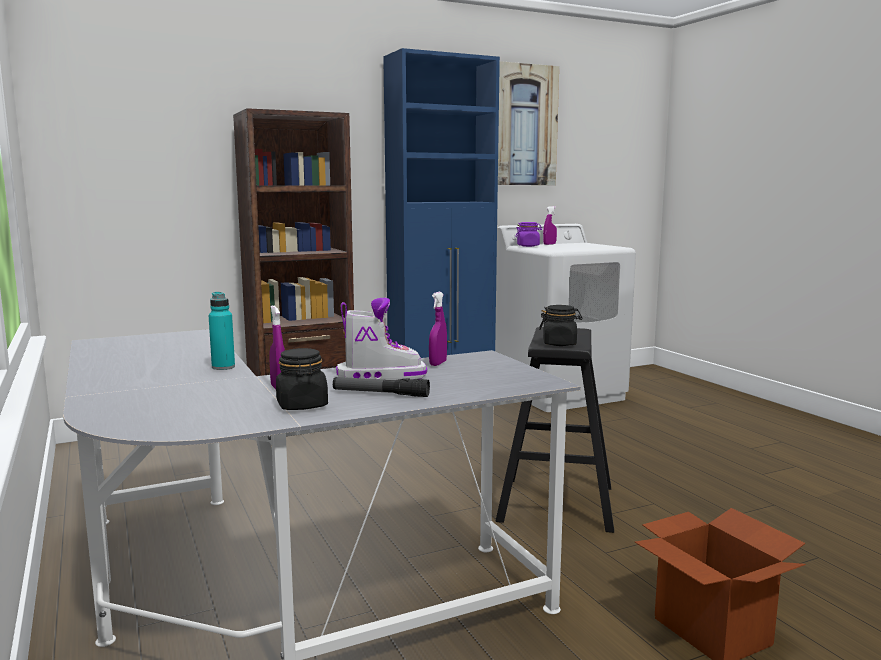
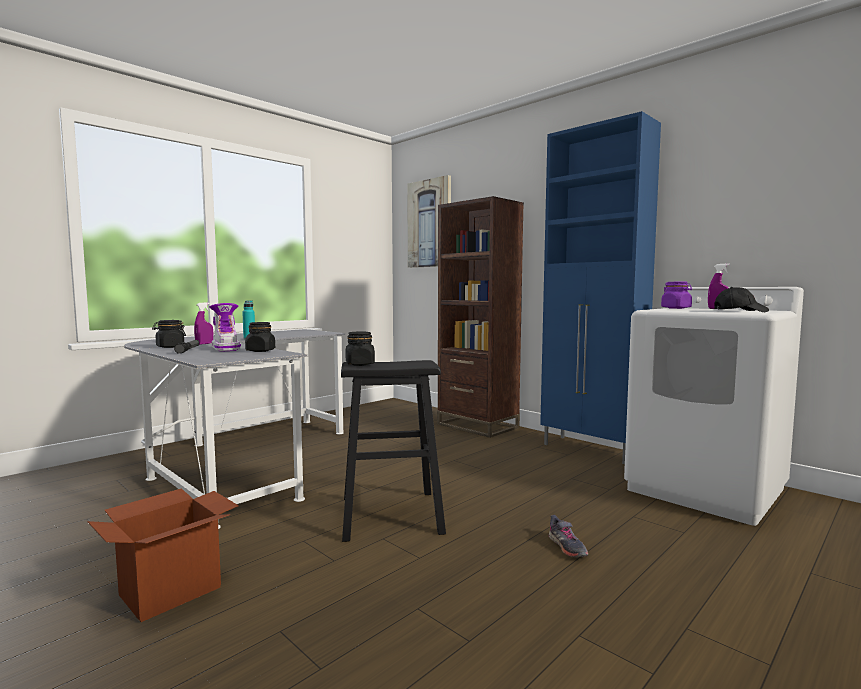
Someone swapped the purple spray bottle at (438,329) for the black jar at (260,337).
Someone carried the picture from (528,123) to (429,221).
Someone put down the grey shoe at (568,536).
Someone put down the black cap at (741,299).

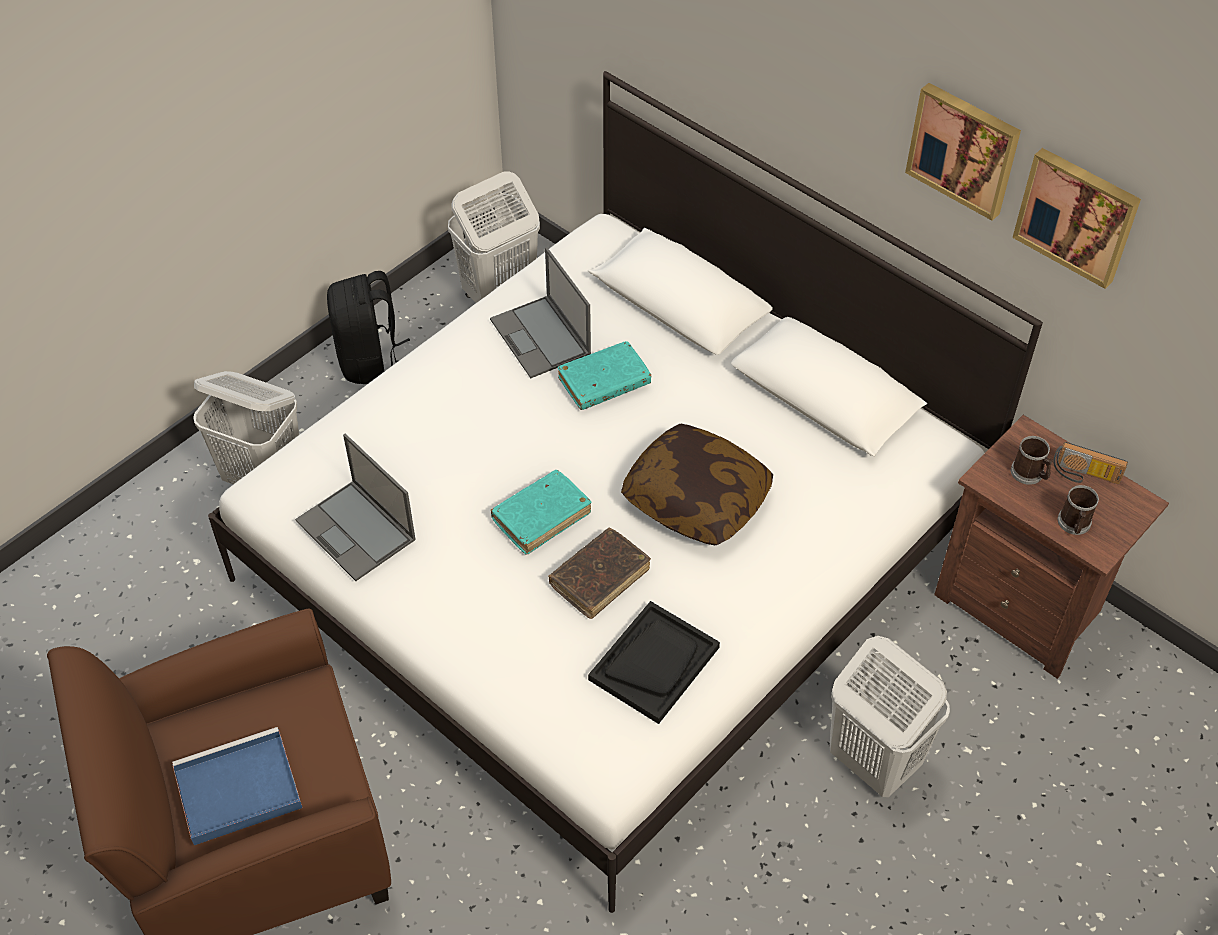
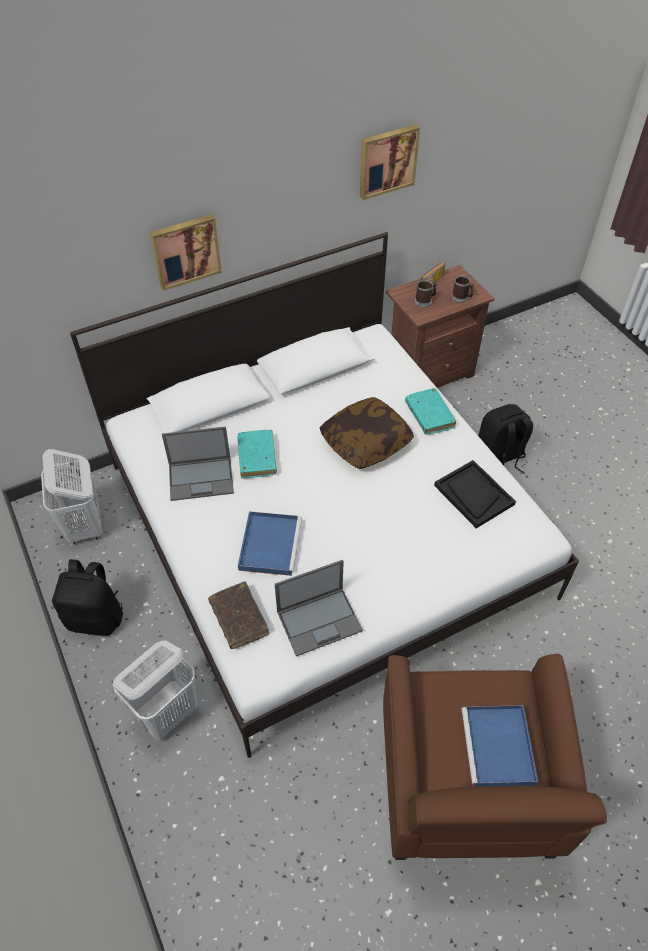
Someone carried the picture from (963,152) to (186,253).
Someone carried the brown book from (599,573) to (238,615).
Someone put down the blue tray at (270,543).
Someone carried the turquoise book from (541,512) to (430,411).
Someone swapped the white laundry basket at (889,716) for the black backpack at (505,439).

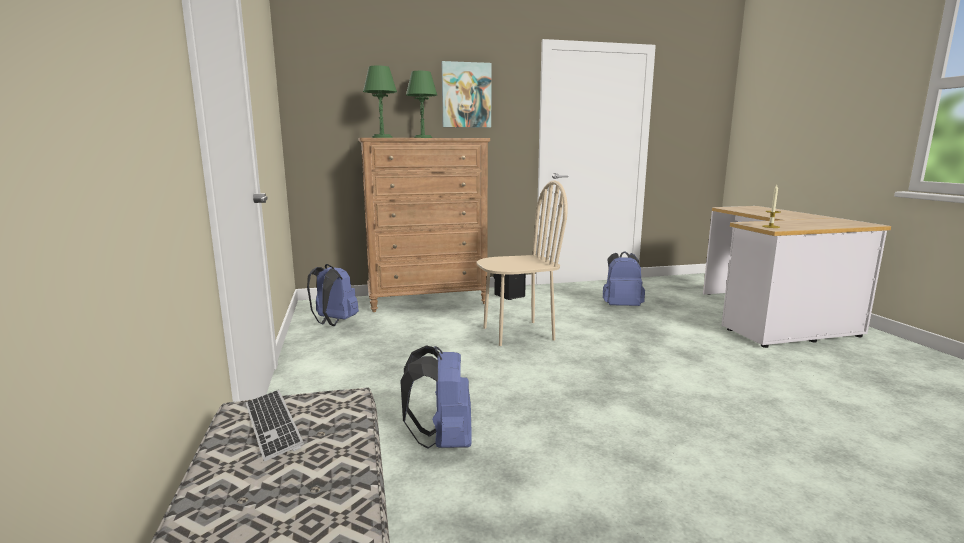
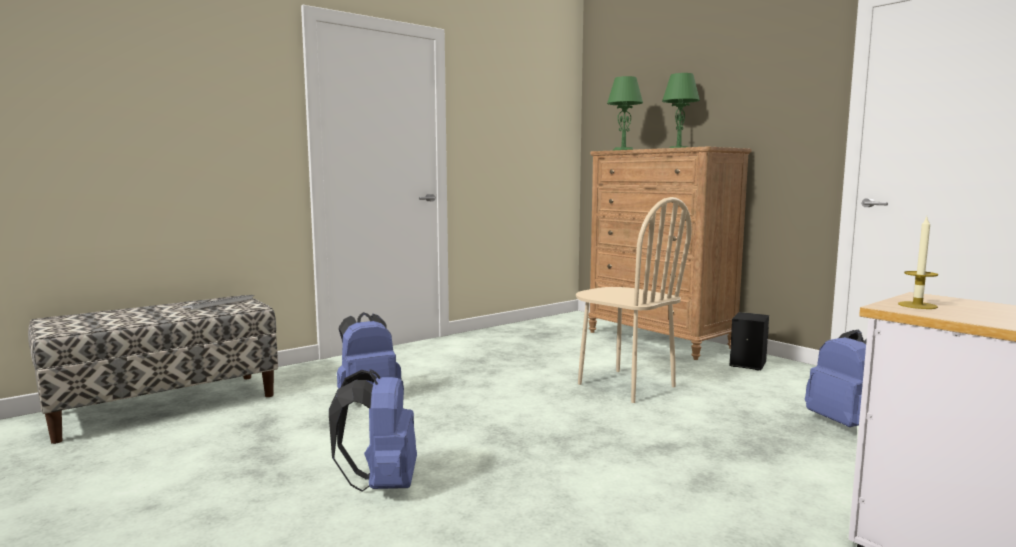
Someone carried the blue backpack from (333,295) to (373,430).
Someone took away the picture at (467,94).

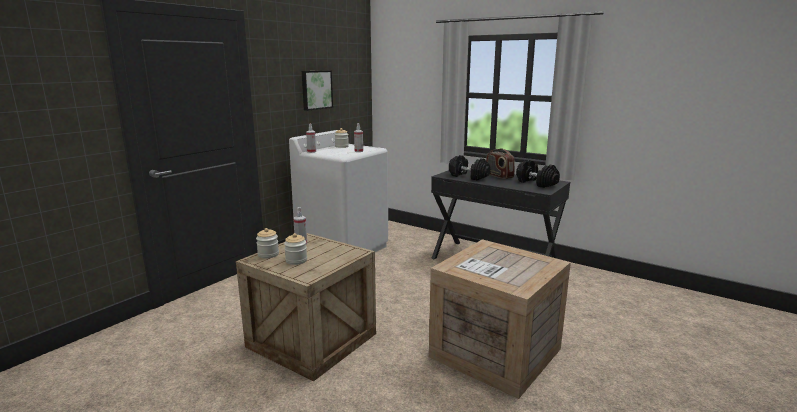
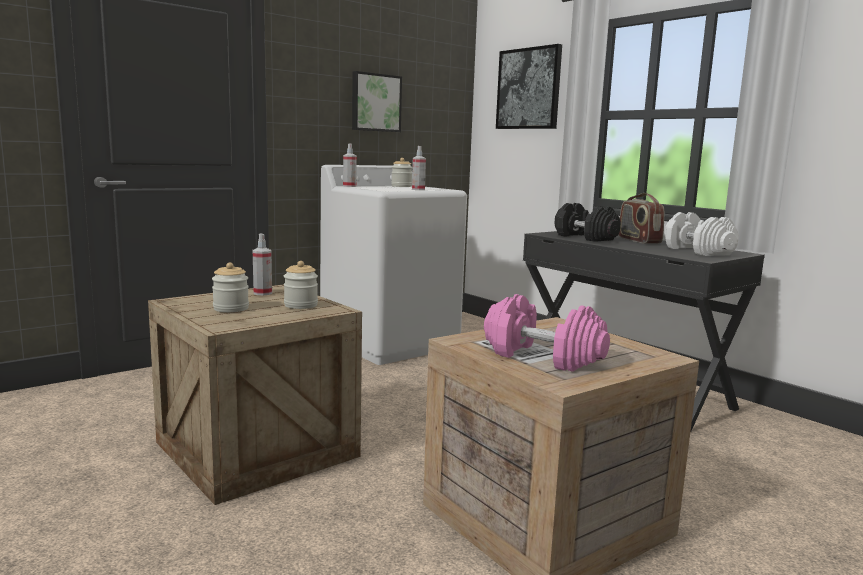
Someone carried the jar from (267,243) to (301,285).
Someone put down the pink dumbbell at (547,333).
Someone put up the picture at (529,86).
Someone repainted the black dumbbell at (538,174), which became the white dumbbell at (702,234).

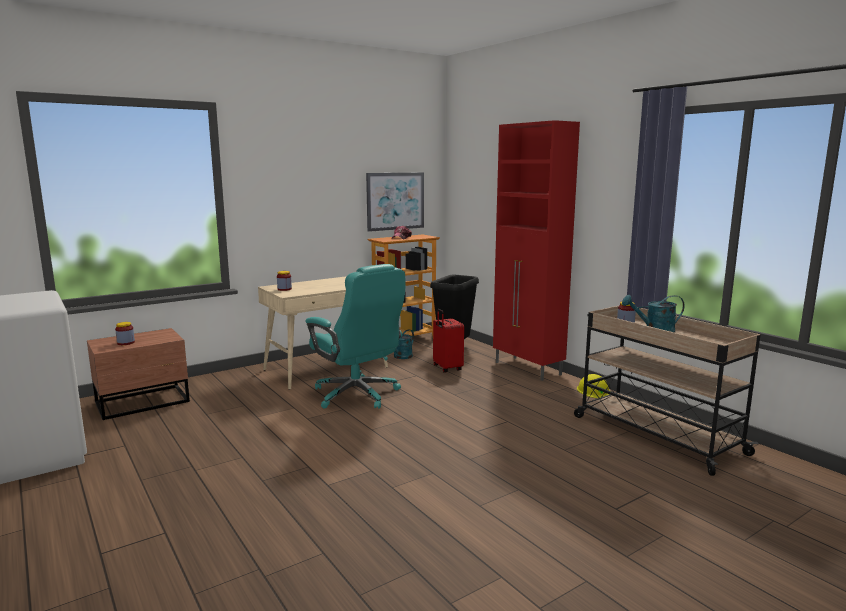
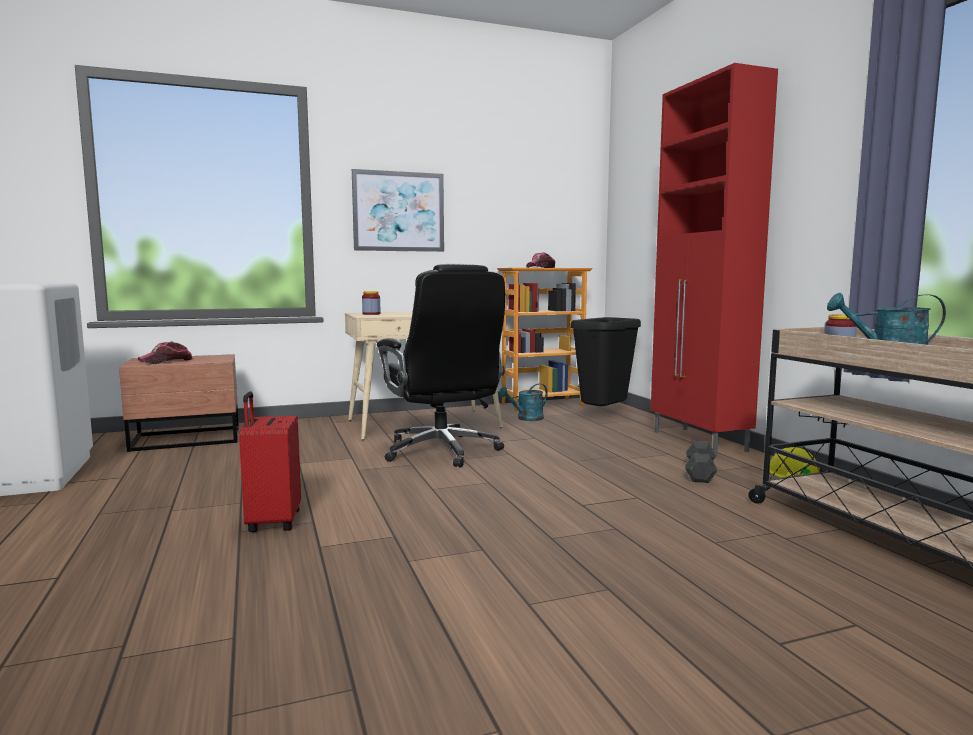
Someone swapped the jar at (125,333) for the cap at (165,352).
Someone carried the red suitcase from (448,341) to (270,461).
Someone carried the picture from (395,202) to (398,210).
Someone repainted the turquoise office chair at (355,336), which became the black office chair at (441,366).
Someone put down the grey dumbbell at (701,462).

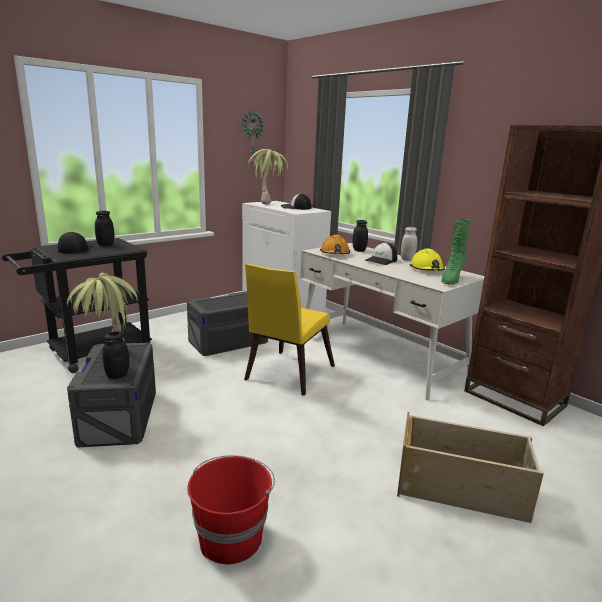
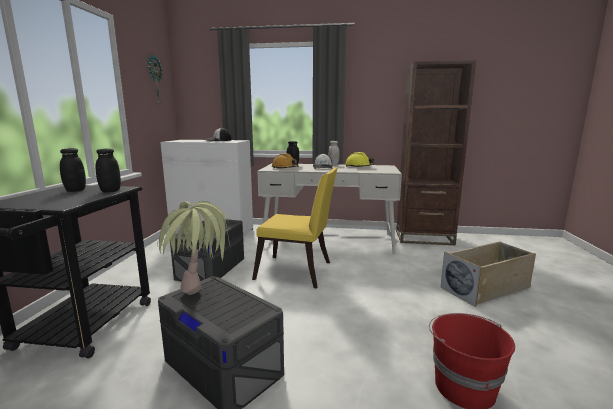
Someone carried the black jar from (115,355) to (108,171).
Someone rotated the yellow chair at (289,330) by 60 degrees counterclockwise.
Someone took away the cap at (75,243).
Someone took away the potted plant at (268,177).
Someone took away the green boot at (456,251).

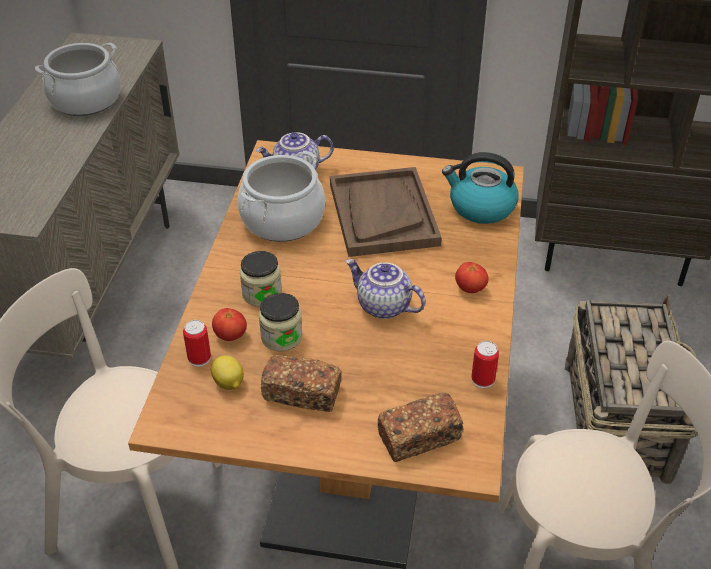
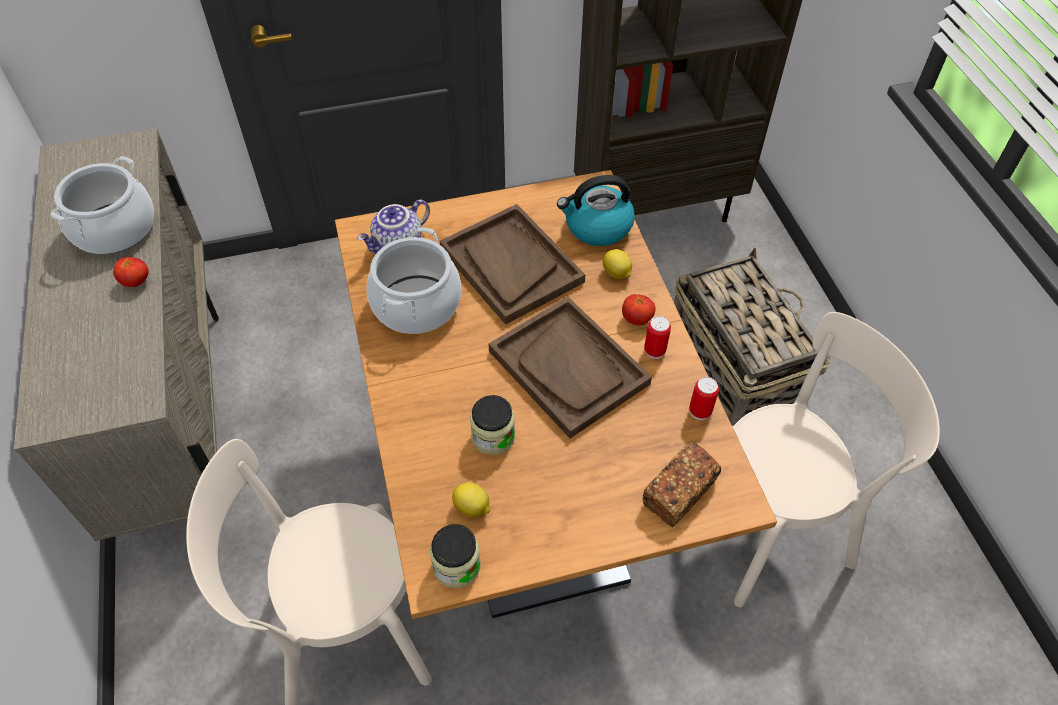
Someone carried the tomato from (229,324) to (131,272).
Someone carried the jar from (261,279) to (455,556).
Someone swapped the teapot at (386,289) for the brown tray at (570,367).
Someone put down the lemon at (617,264).
Someone carried the can from (197,343) to (657,337).
Someone took away the bread at (301,383).

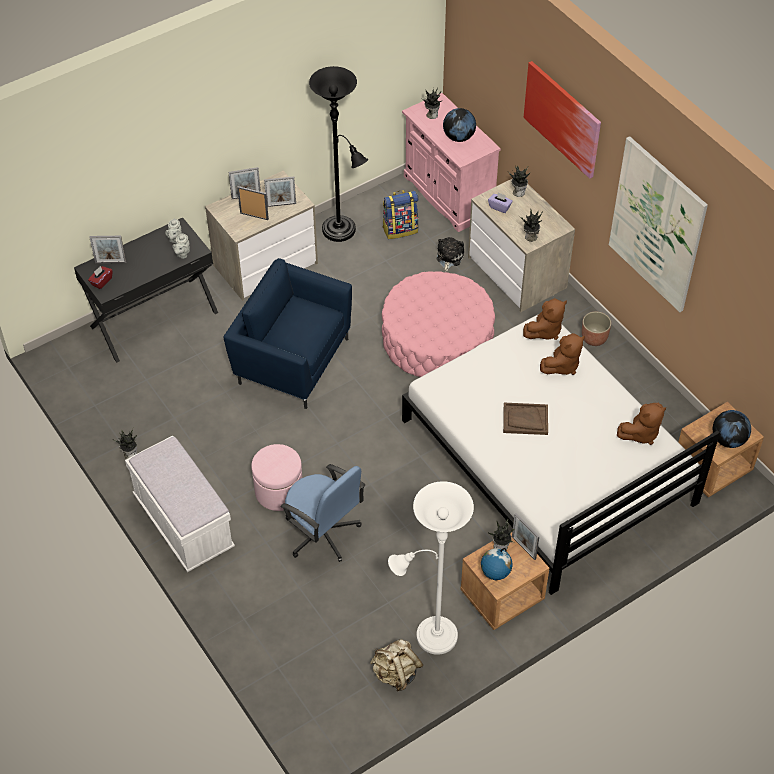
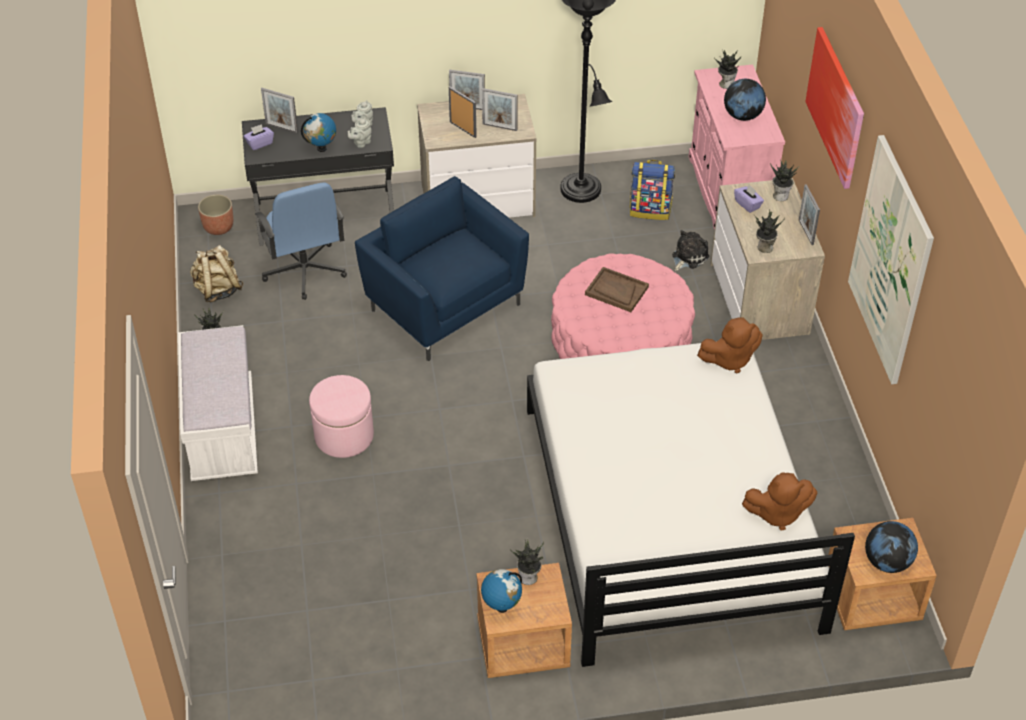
Someone carried the beige backpack from (396,665) to (216,273).
Someone carried the planter from (596,329) to (215,215).
Someone repainted the red tissue box at (100,277), which became the purple tissue box at (259,137).
Someone carried the blue office chair from (322,513) to (301,241).
Someone put down the globe at (318,132).
Someone carried the brown tray from (525,419) to (617,289).
Someone carried the picture frame from (525,536) to (809,214).
Someone took away the white floor lamp at (431,568).
Someone took away the brown plush toy at (562,354).

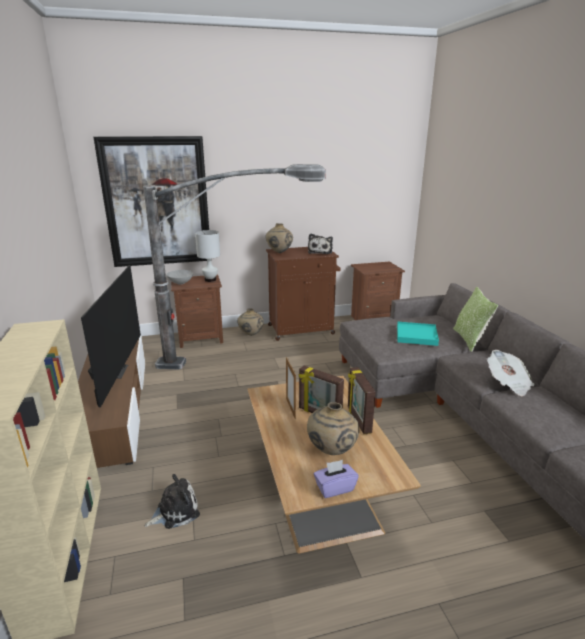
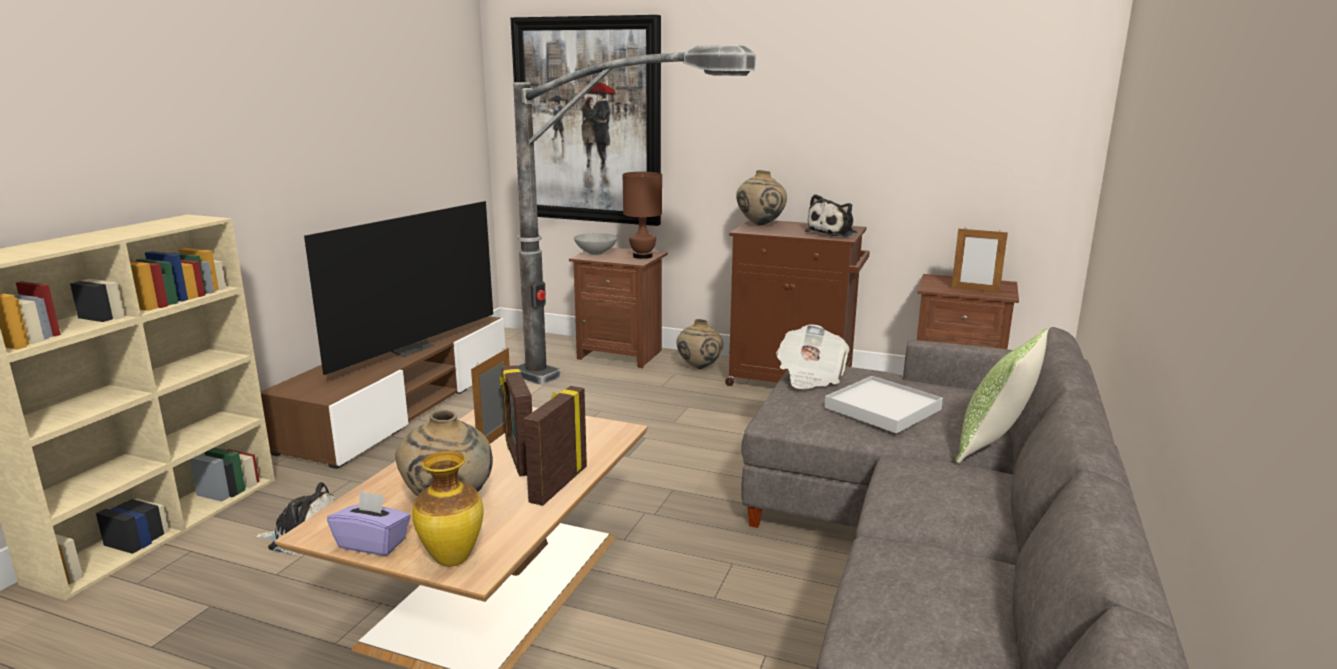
Someone put down the vase at (448,509).
Someone repainted the white table lamp at (207,256), which became the brown table lamp at (642,215).
Someone carried the newspaper from (511,373) to (813,356).
Someone repainted the turquoise tray at (418,334), which became the white tray at (883,405).
Someone put down the picture frame at (979,260).

